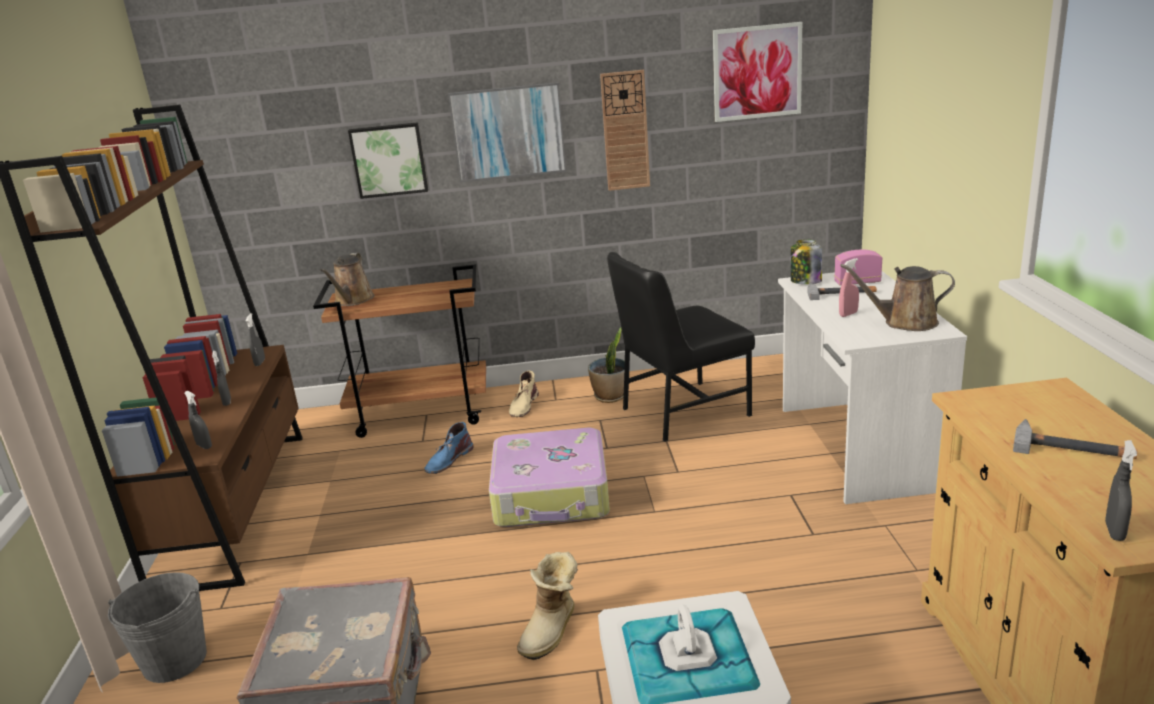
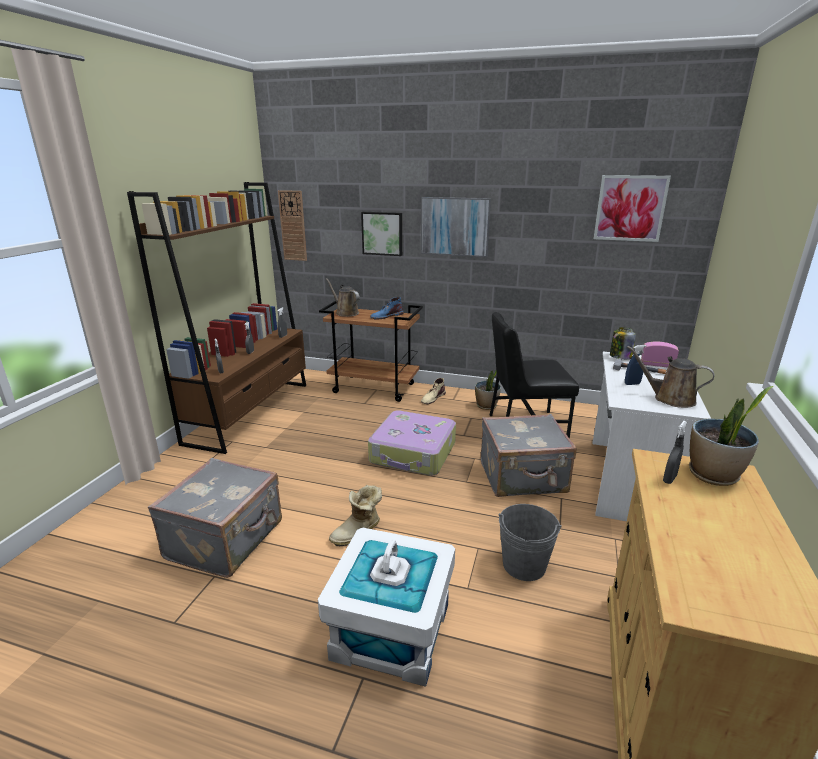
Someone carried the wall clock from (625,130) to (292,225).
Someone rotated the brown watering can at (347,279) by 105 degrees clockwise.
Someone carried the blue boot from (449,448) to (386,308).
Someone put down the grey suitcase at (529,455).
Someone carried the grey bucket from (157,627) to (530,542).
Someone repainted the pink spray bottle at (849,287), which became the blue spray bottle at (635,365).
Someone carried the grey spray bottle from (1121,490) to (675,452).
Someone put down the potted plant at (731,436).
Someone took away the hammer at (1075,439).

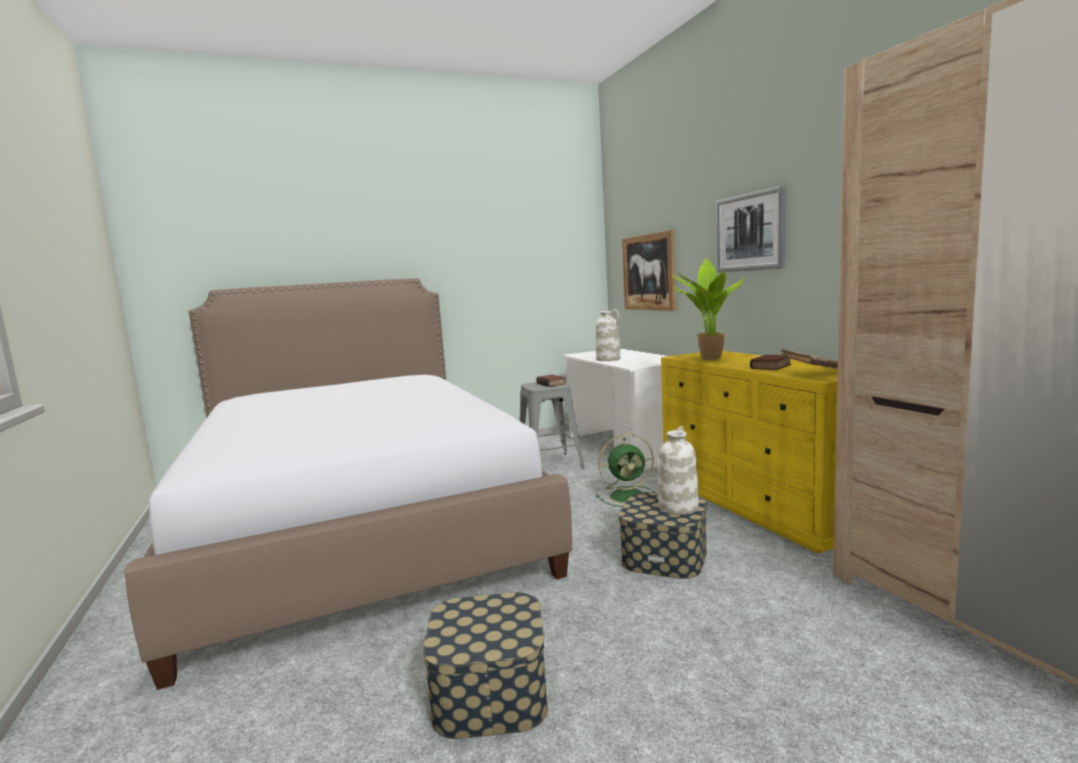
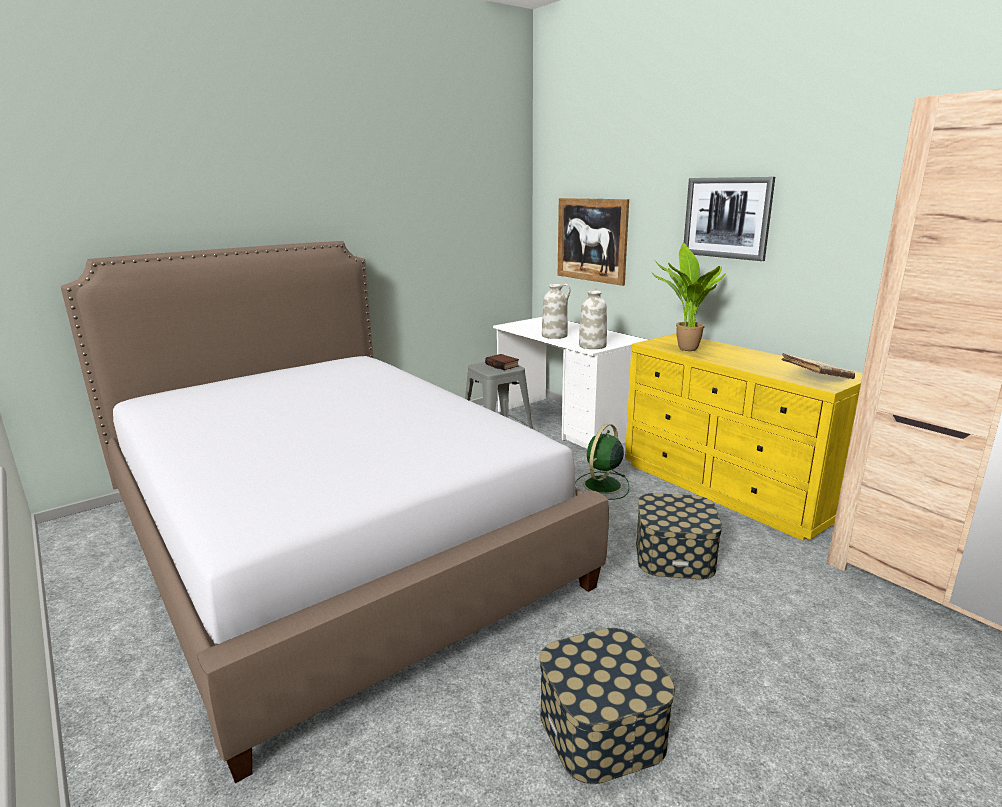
Someone rotated the green fan at (625,470) by 150 degrees clockwise.
Someone carried the white vase from (678,470) to (593,318).
Someone took away the book at (770,362).

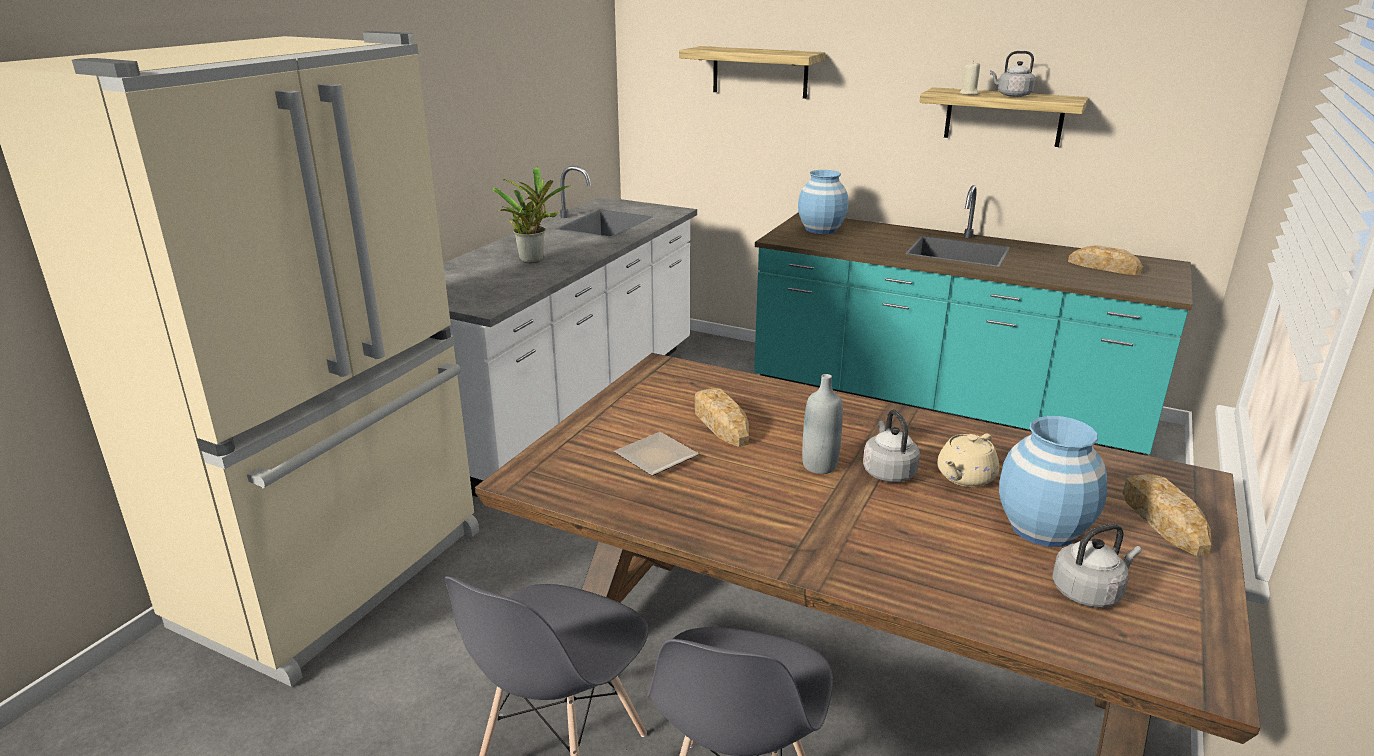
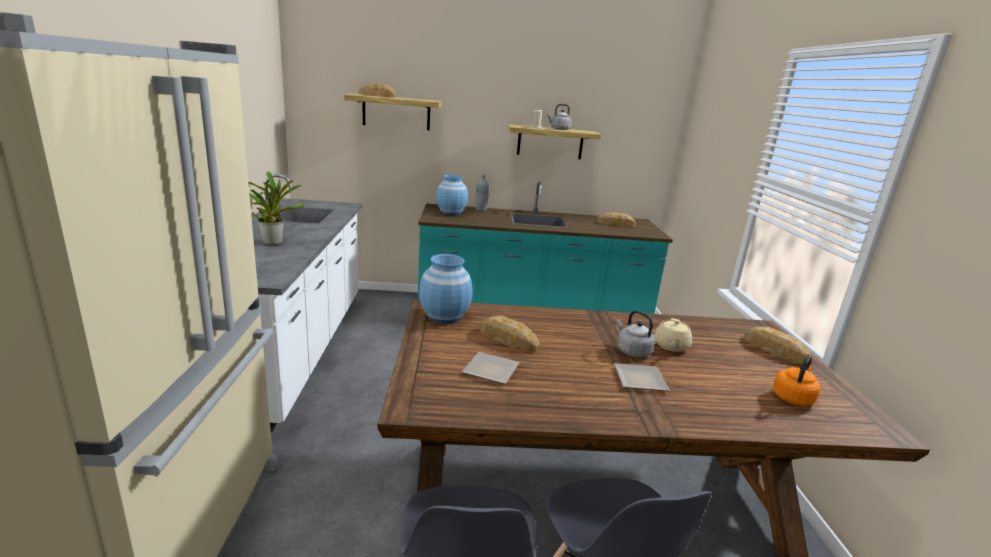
Someone put down the bread at (377,90).
Someone carried the blue vase from (1053,481) to (446,289).
Someone carried the grey bottle from (822,424) to (482,192).
Someone put down the plate at (642,377).
Someone repainted the grey kettle at (1097,565), which became the orange kettle at (796,380).

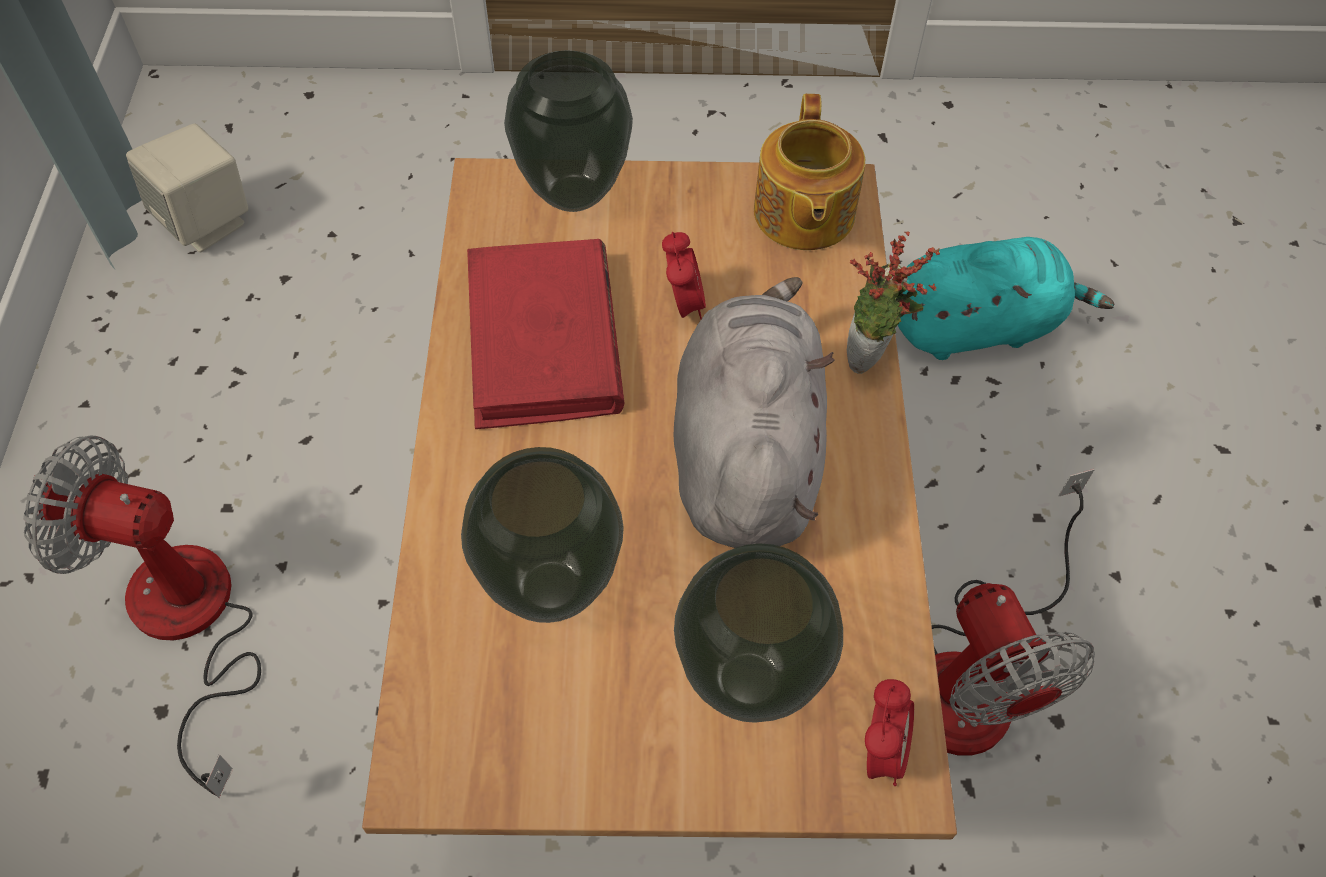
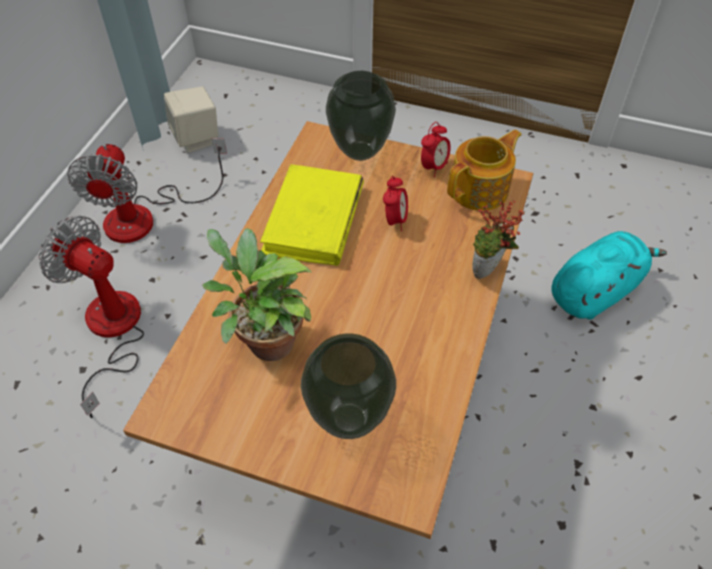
Someone carried the fan from (1013,612) to (147,191).
Someone swapped the vase at (542,535) for the potted plant at (257,294).
Someone repainted the red book at (546,334), which became the yellow book at (312,215).
Someone carried the alarm clock from (889,732) to (436,149).
Someone rotated the teapot at (809,172) by 150 degrees counterclockwise.
Someone rotated the turquoise plush toy at (1006,298) by 45 degrees counterclockwise.
Someone took away the grey plush toy at (754,412).

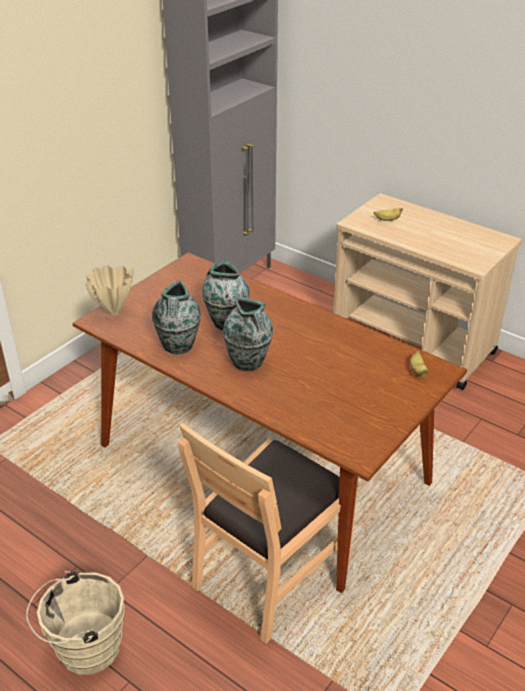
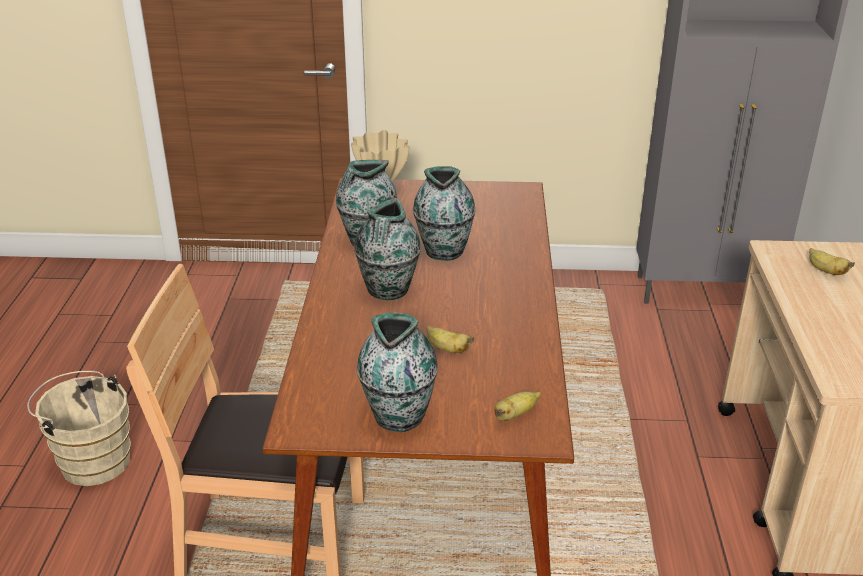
Someone put down the vase at (397,372).
Someone put down the banana at (450,339).

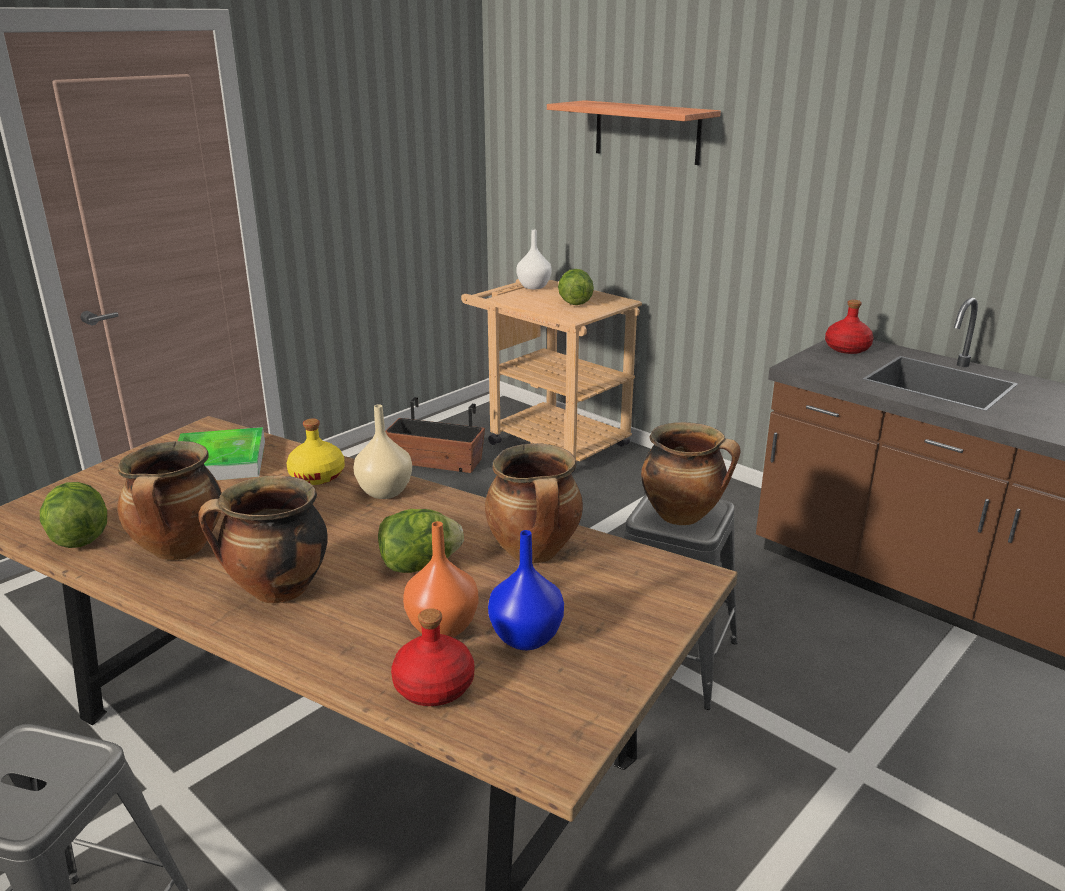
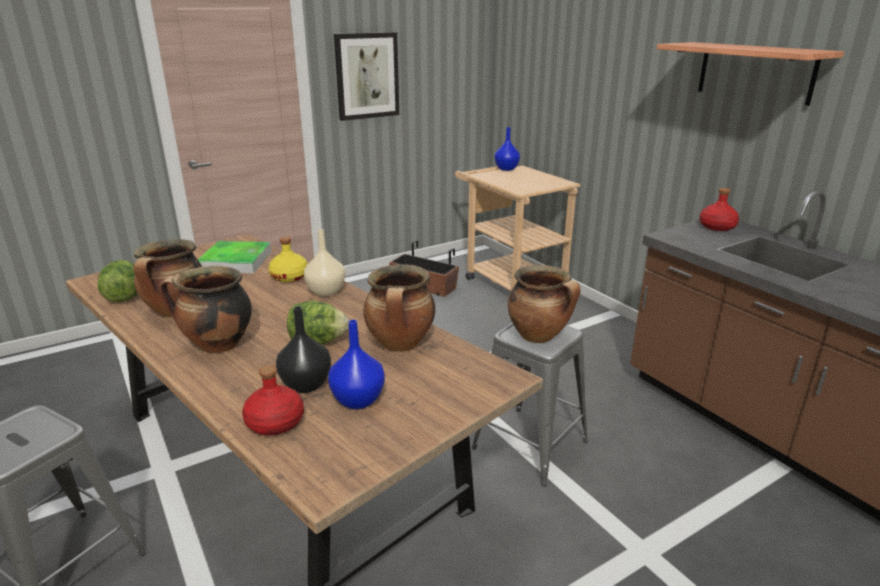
Someone repainted the orange vase at (440,579), which became the black vase at (303,349).
Someone put up the picture at (366,76).
Someone repainted the white vase at (534,259), which became the blue vase at (507,149).
Someone carried the shelf from (634,132) to (750,74).
Someone took away the lettuce at (576,287).

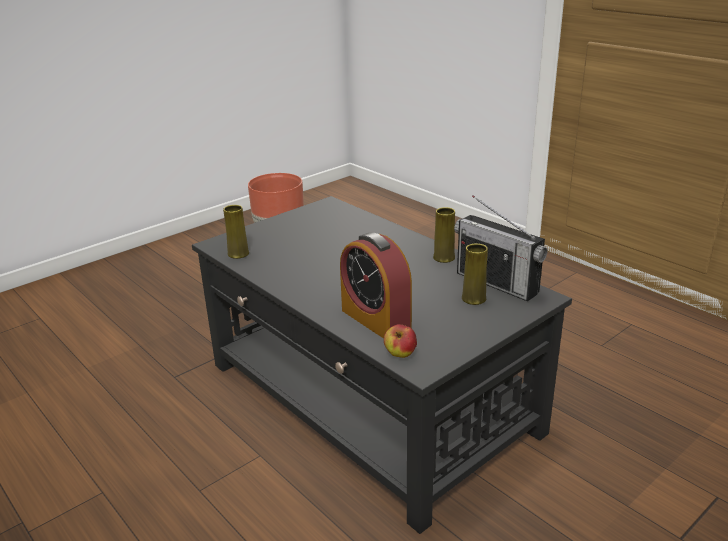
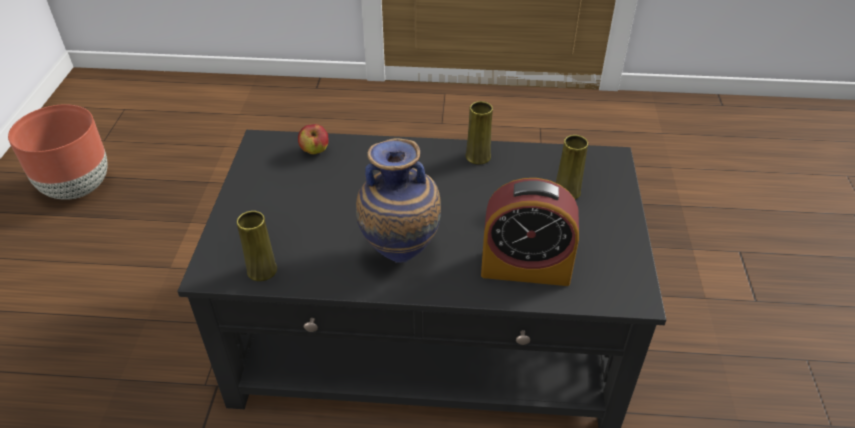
Someone carried the apple from (400,341) to (313,139).
Someone put down the vase at (398,200).
Someone took away the radio at (501,248).

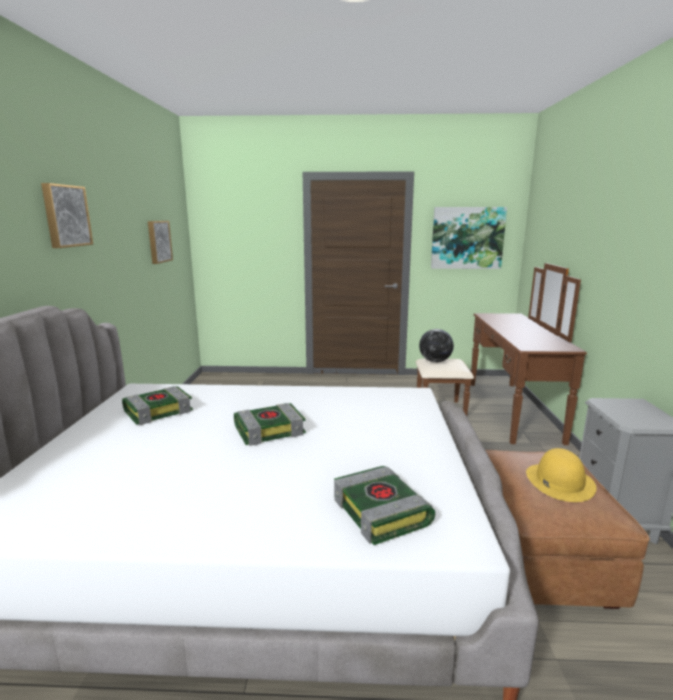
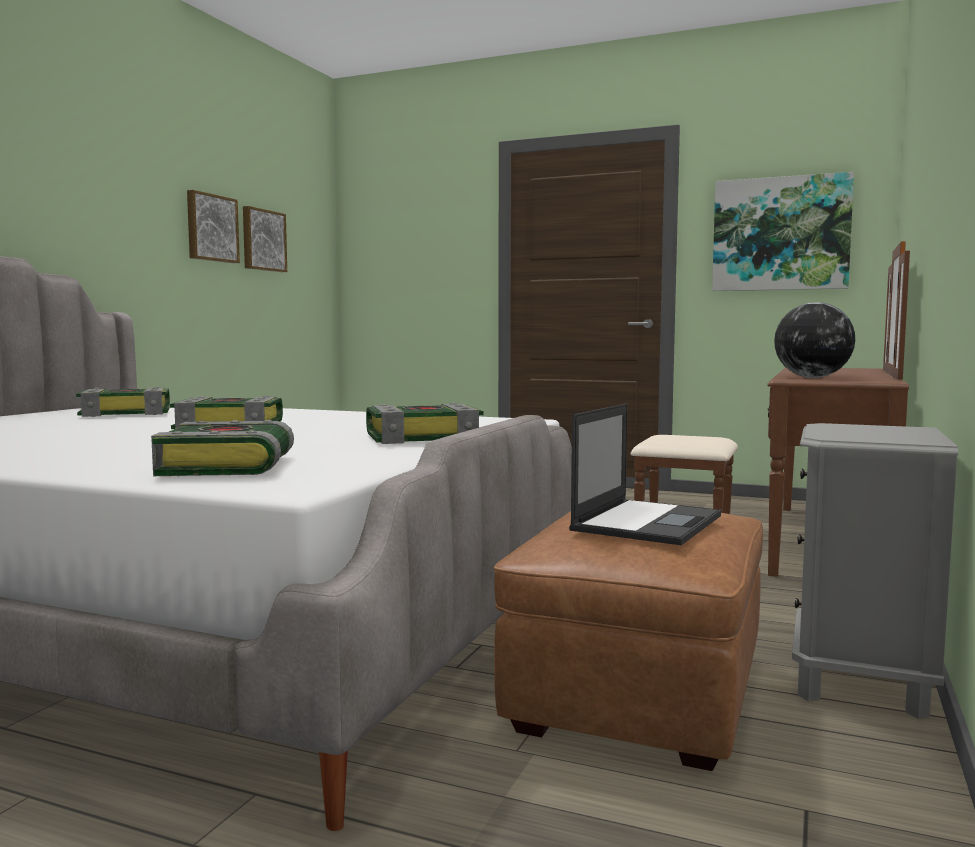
Someone carried the picture from (67,215) to (213,226).
Someone put down the book at (425,423).
Someone swapped the yellow hat at (561,475) for the laptop at (645,474).
Someone carried the globe from (436,345) to (814,340).

